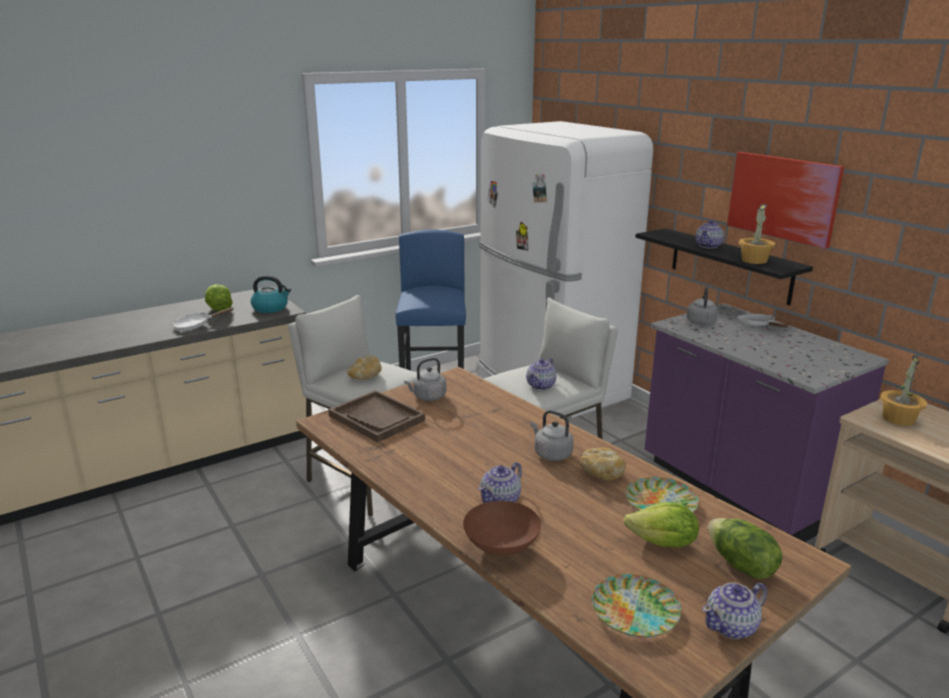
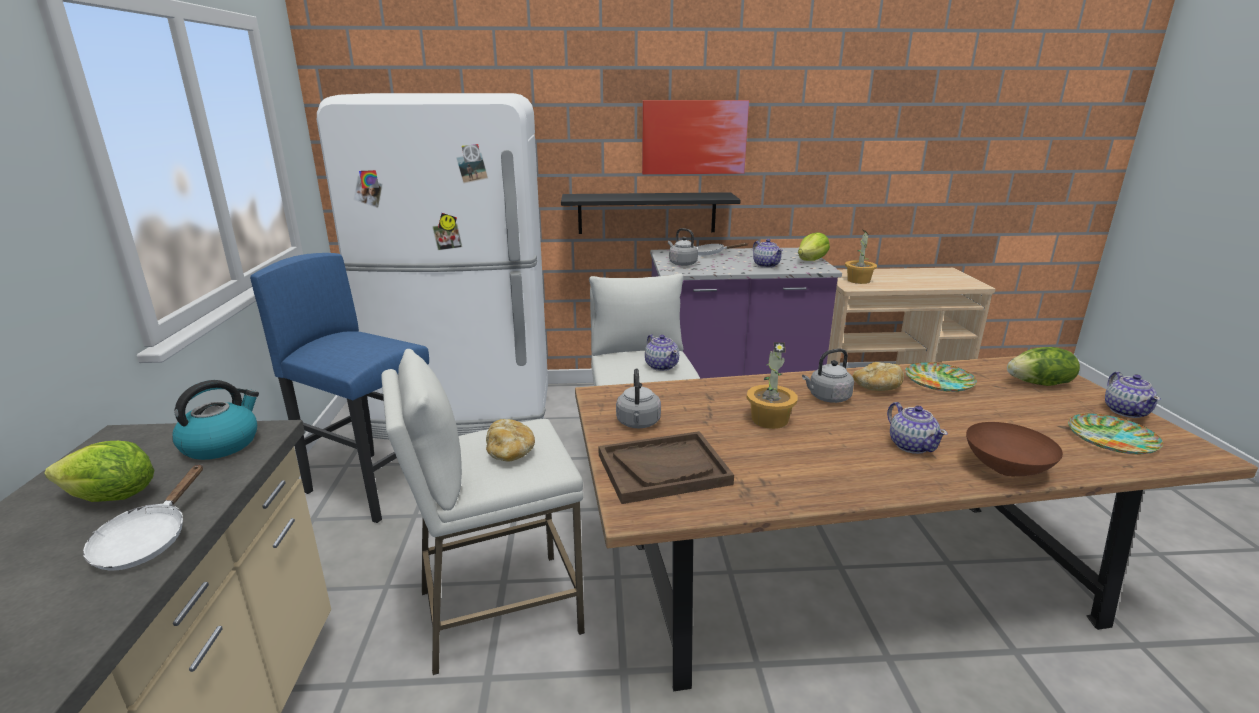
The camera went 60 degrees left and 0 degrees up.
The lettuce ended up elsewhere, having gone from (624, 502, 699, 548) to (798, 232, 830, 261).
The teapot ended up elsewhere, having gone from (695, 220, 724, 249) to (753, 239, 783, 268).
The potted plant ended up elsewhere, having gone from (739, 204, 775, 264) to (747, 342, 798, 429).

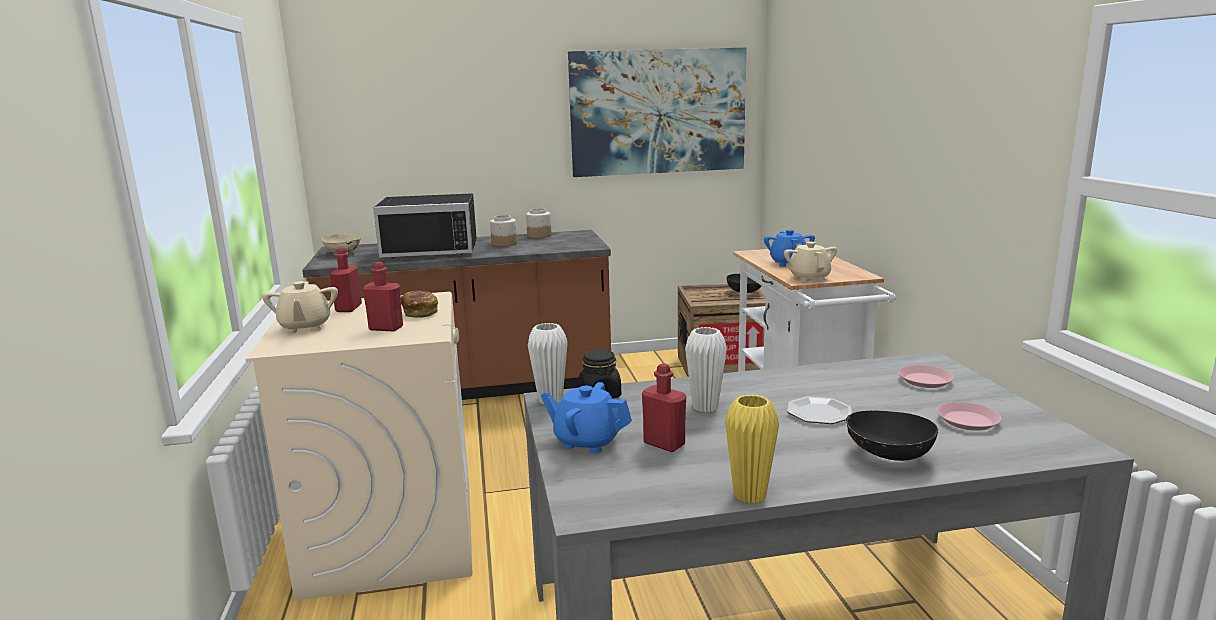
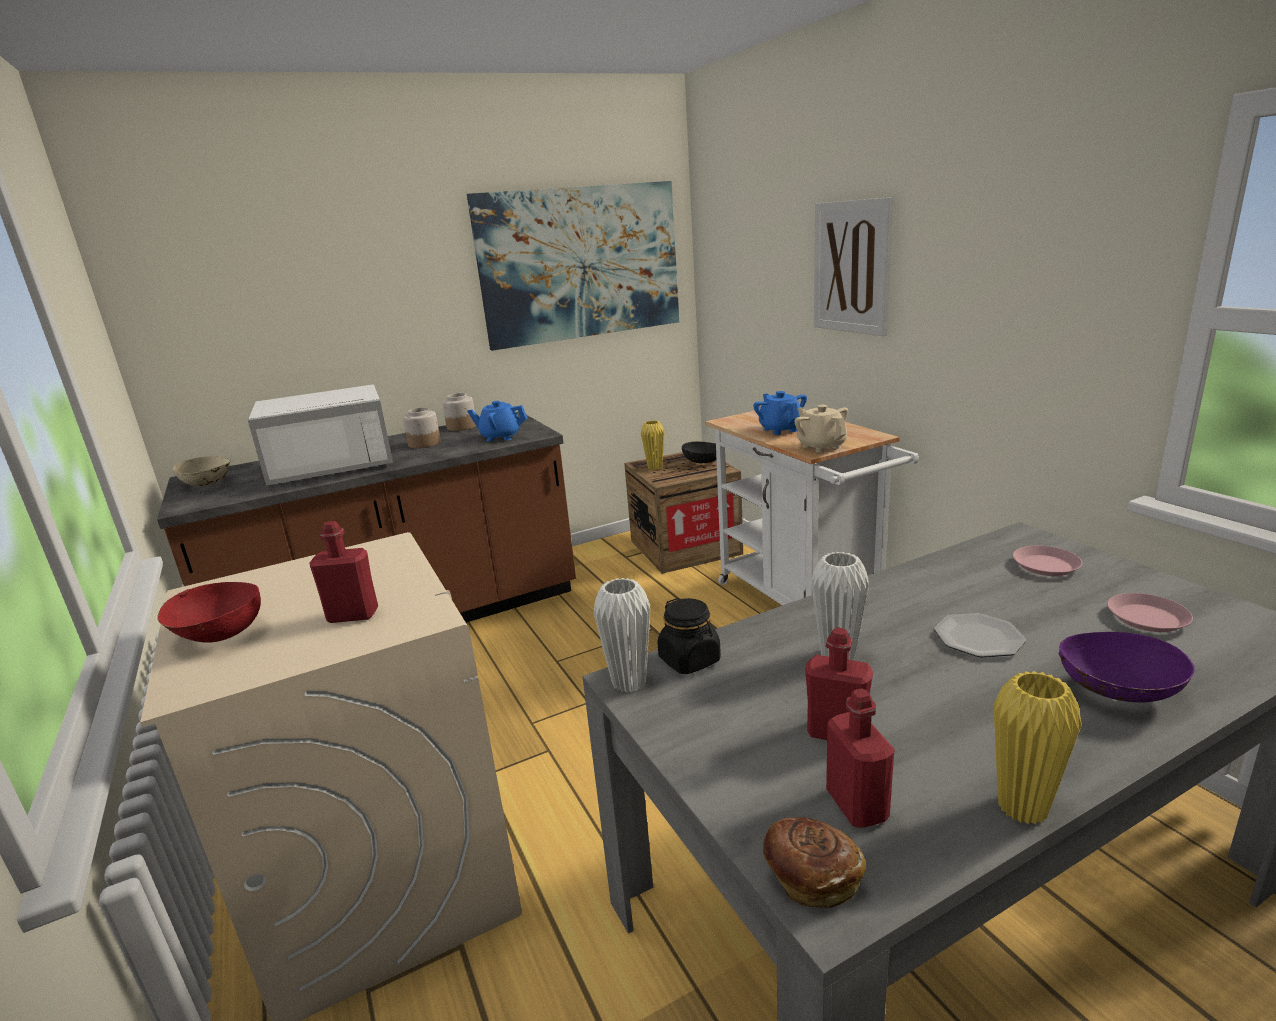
The camera went 15 degrees left and 5 degrees up.
Where the beige teapot stood at (262, 281, 338, 334), the red bowl came to stand at (157, 582, 261, 643).
The red bottle ended up elsewhere, having gone from (330, 247, 362, 312) to (826, 688, 895, 828).
What was the black microwave at (373, 193, 477, 258) turned into the white microwave at (248, 384, 393, 486).
The bread ended up elsewhere, having gone from (401, 291, 438, 318) to (763, 817, 866, 908).
The blue teapot ended up elsewhere, having gone from (541, 382, 632, 453) to (467, 401, 527, 441).
What was the black bowl at (846, 411, 938, 461) turned into the purple bowl at (1059, 632, 1195, 702).
The second view gained the yellow vase at (641, 420, 664, 470).
The second view gained the picture at (814, 197, 893, 336).

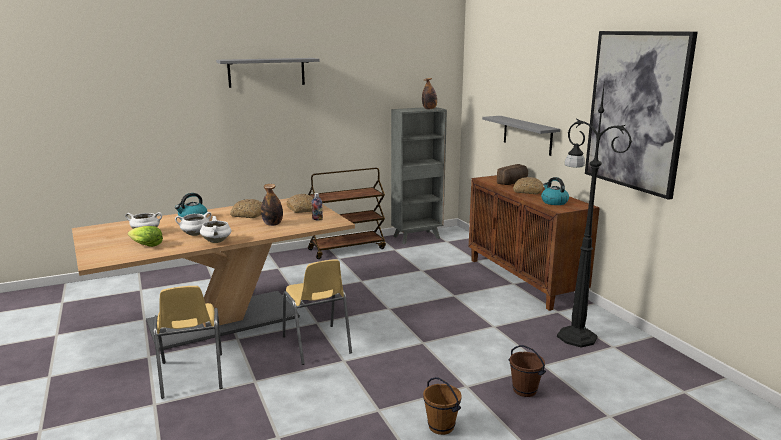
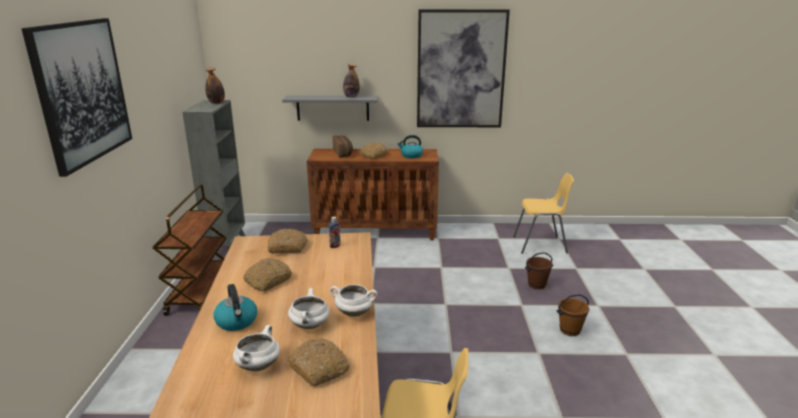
The camera went 65 degrees left and 5 degrees up.
Where the lettuce stood at (128, 226, 163, 247), the bread came to stand at (288, 338, 350, 387).
Where the grey shelf hung at (216, 58, 319, 88), the picture came to hang at (21, 18, 132, 177).
The bottle ended up elsewhere, having gone from (261, 184, 283, 226) to (343, 64, 359, 98).
The yellow chair ended up elsewhere, having gone from (283, 259, 352, 365) to (514, 173, 574, 254).
The second view lost the black floor lamp at (557, 86, 632, 348).

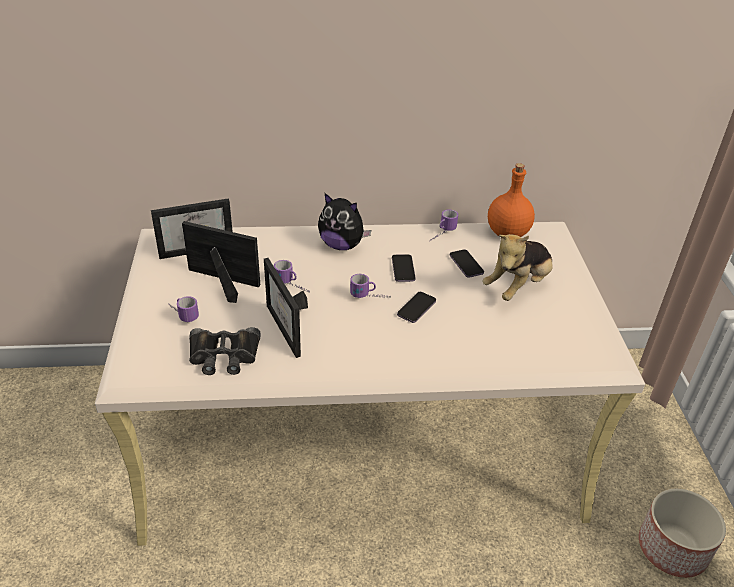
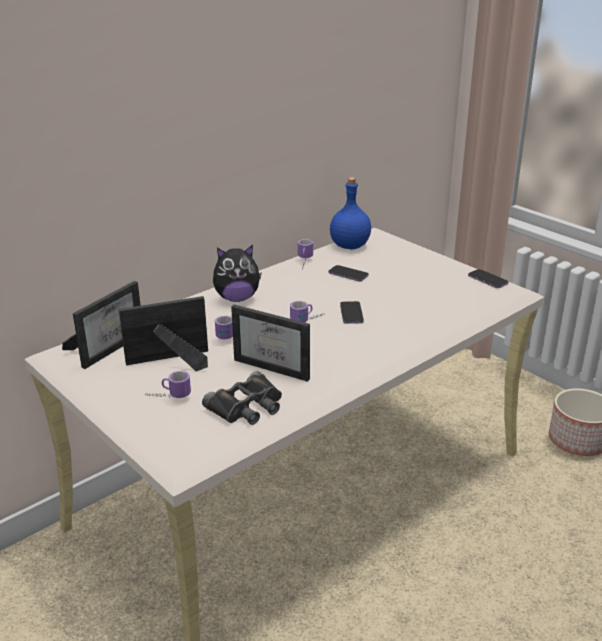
The camera went 35 degrees left and 10 degrees down.
The phone ended up elsewhere, having gone from (392, 255, 416, 282) to (468, 269, 509, 288).
The second view lost the plush toy at (482, 234, 553, 301).
What was the orange bottle at (488, 163, 535, 237) turned into the blue bottle at (330, 177, 371, 249).

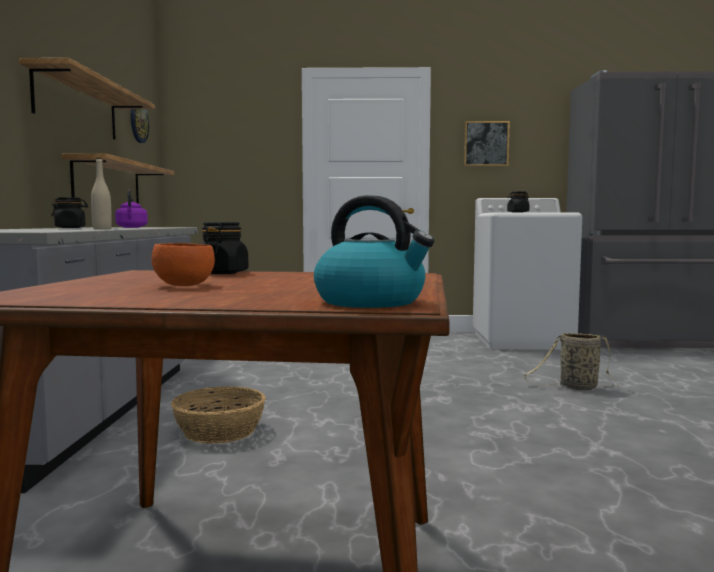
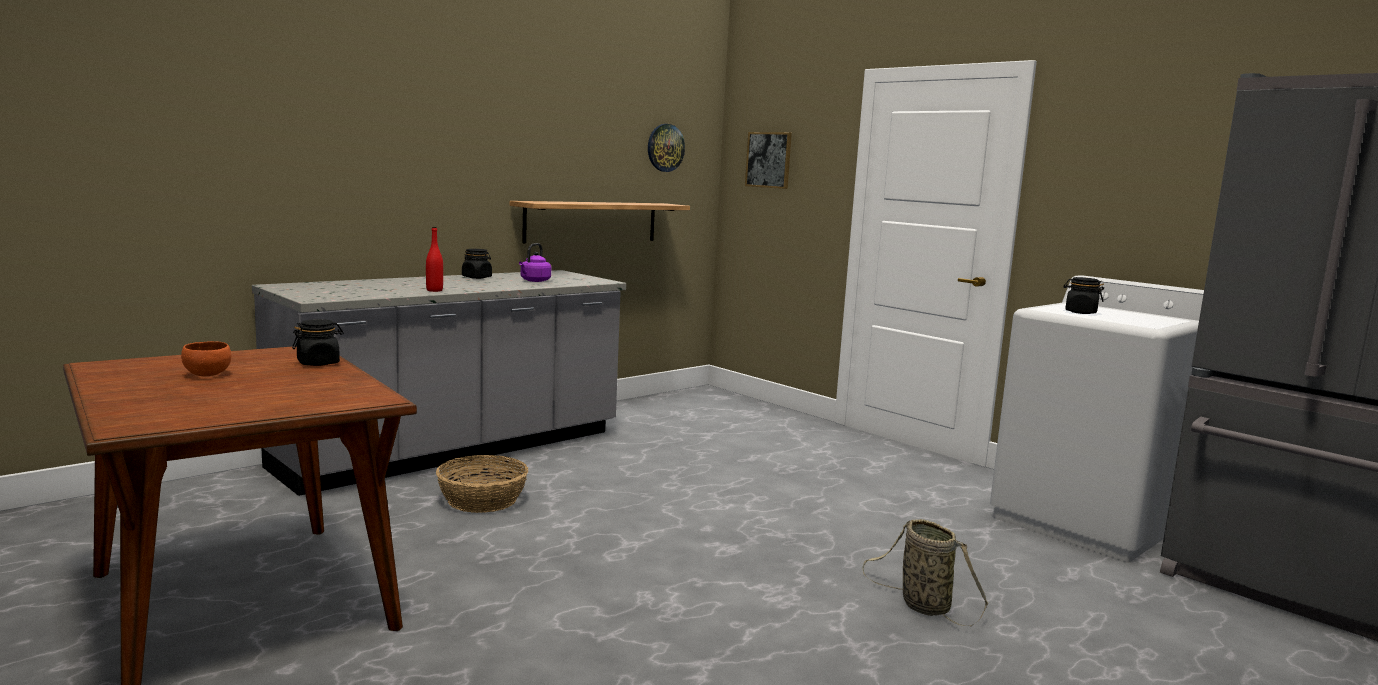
The camera went 45 degrees right and 5 degrees up.
The second view lost the shelf at (19, 58, 155, 140).
What was the beige bottle at (91, 158, 112, 229) turned into the red bottle at (426, 227, 443, 292).
The second view lost the kettle at (314, 195, 434, 308).
The picture ended up elsewhere, having gone from (464, 121, 510, 166) to (745, 132, 792, 189).

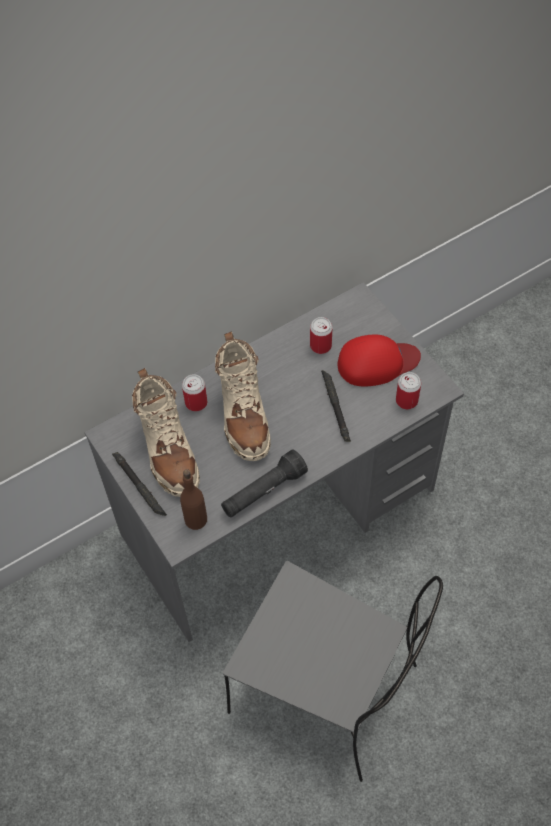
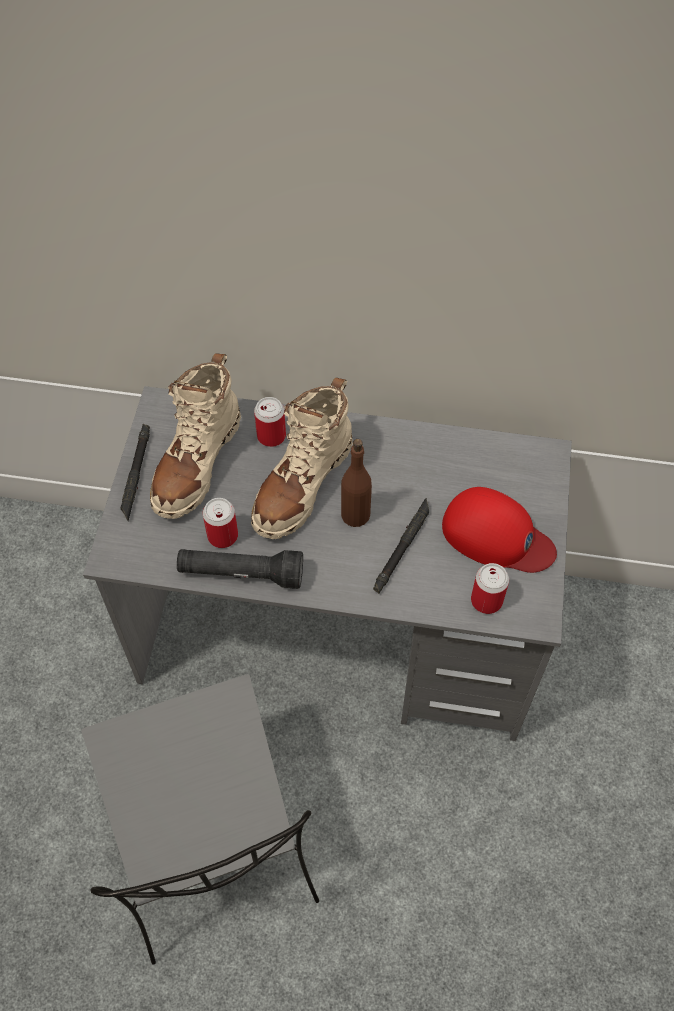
The camera went 40 degrees right and 0 degrees up.
The brown bottle ended up elsewhere, having gone from (180, 469, 207, 530) to (341, 439, 372, 527).
The can ended up elsewhere, having gone from (310, 317, 332, 354) to (203, 498, 238, 548).

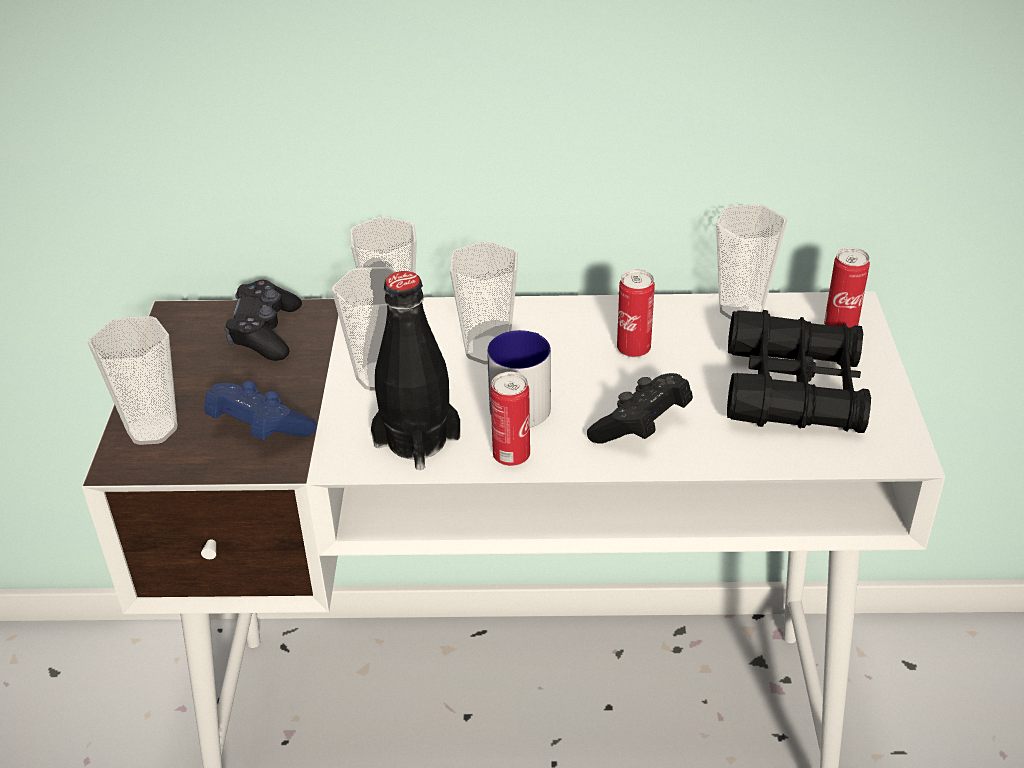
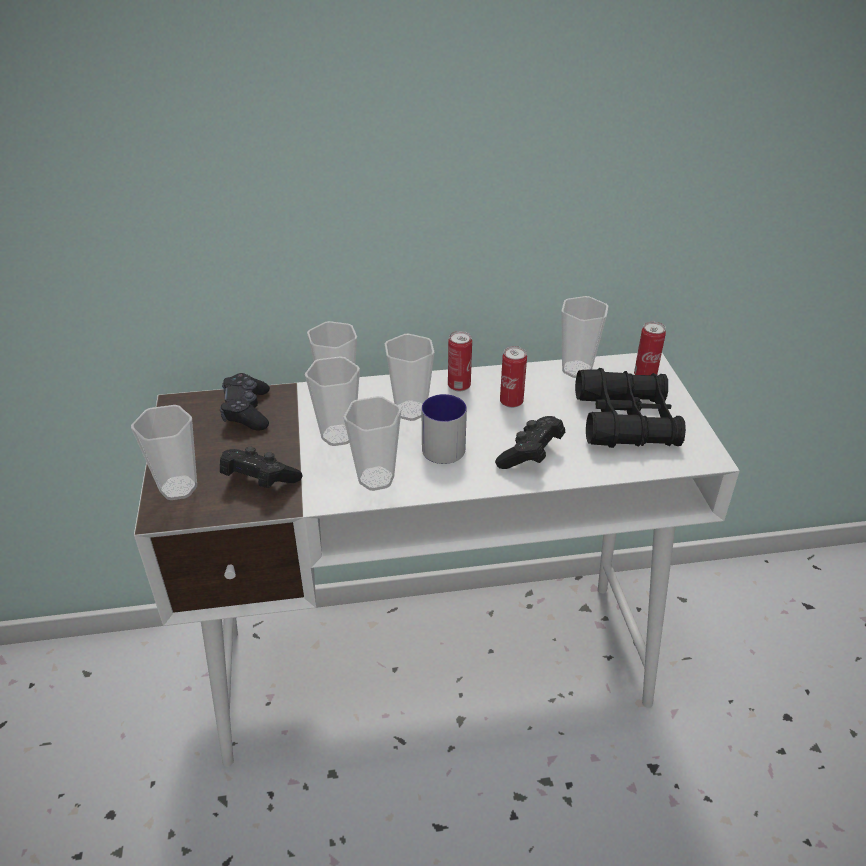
The camera went 10 degrees left and 0 degrees up.
What was the blue game controller at (204, 381, 317, 440) turned into the black game controller at (220, 446, 303, 488).
Where the black bottle stood at (371, 271, 460, 470), the cup came to stand at (344, 396, 401, 491).
The can ended up elsewhere, having gone from (490, 372, 530, 466) to (448, 331, 472, 392).

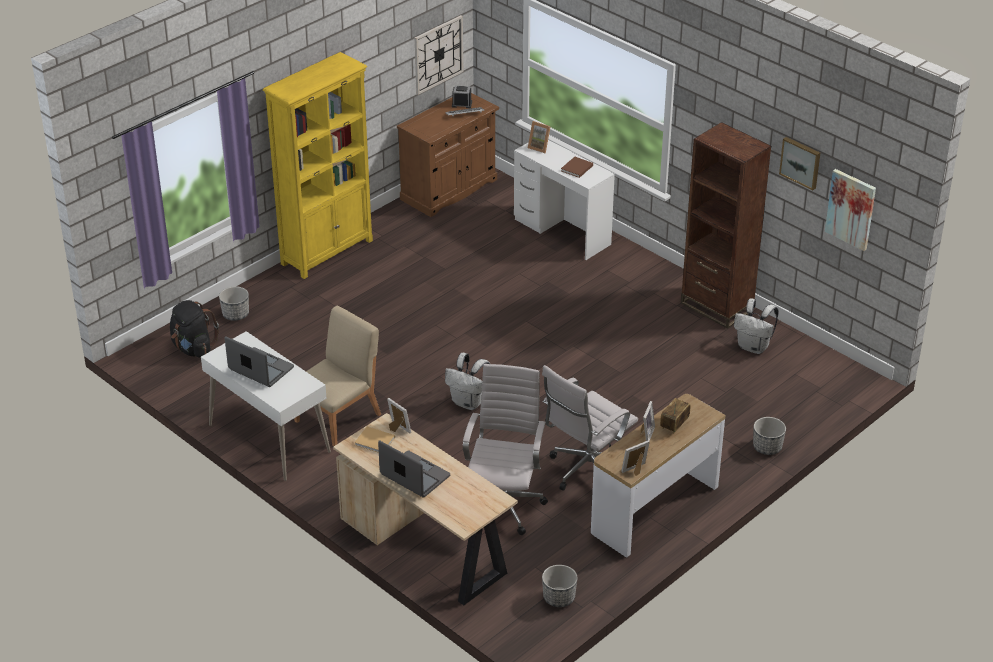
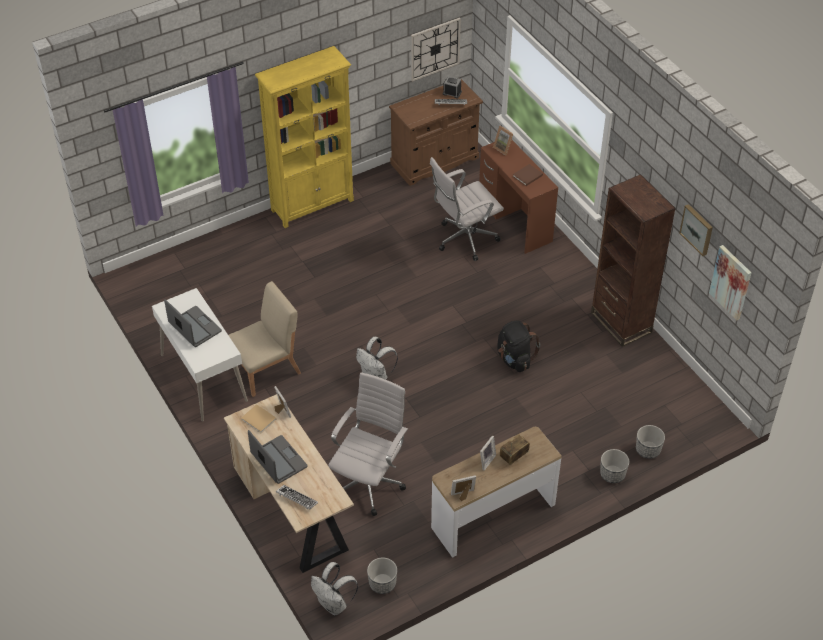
The camera went 15 degrees right and 10 degrees up.
The black backpack ended up elsewhere, having gone from (170, 300, 219, 358) to (497, 321, 540, 372).
The planter ended up elsewhere, having gone from (219, 286, 249, 321) to (636, 425, 665, 459).
What was the white desk at (514, 140, 615, 260) turned into the brown desk at (479, 140, 558, 254).
The white office chair ended up elsewhere, having gone from (542, 365, 638, 491) to (430, 157, 504, 261).
The white backpack ended up elsewhere, having gone from (734, 298, 779, 354) to (311, 562, 358, 615).
The second view gained the keyboard at (276, 485, 318, 509).

